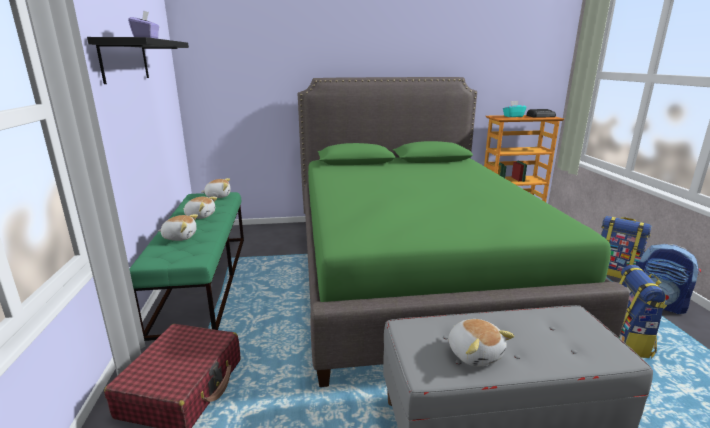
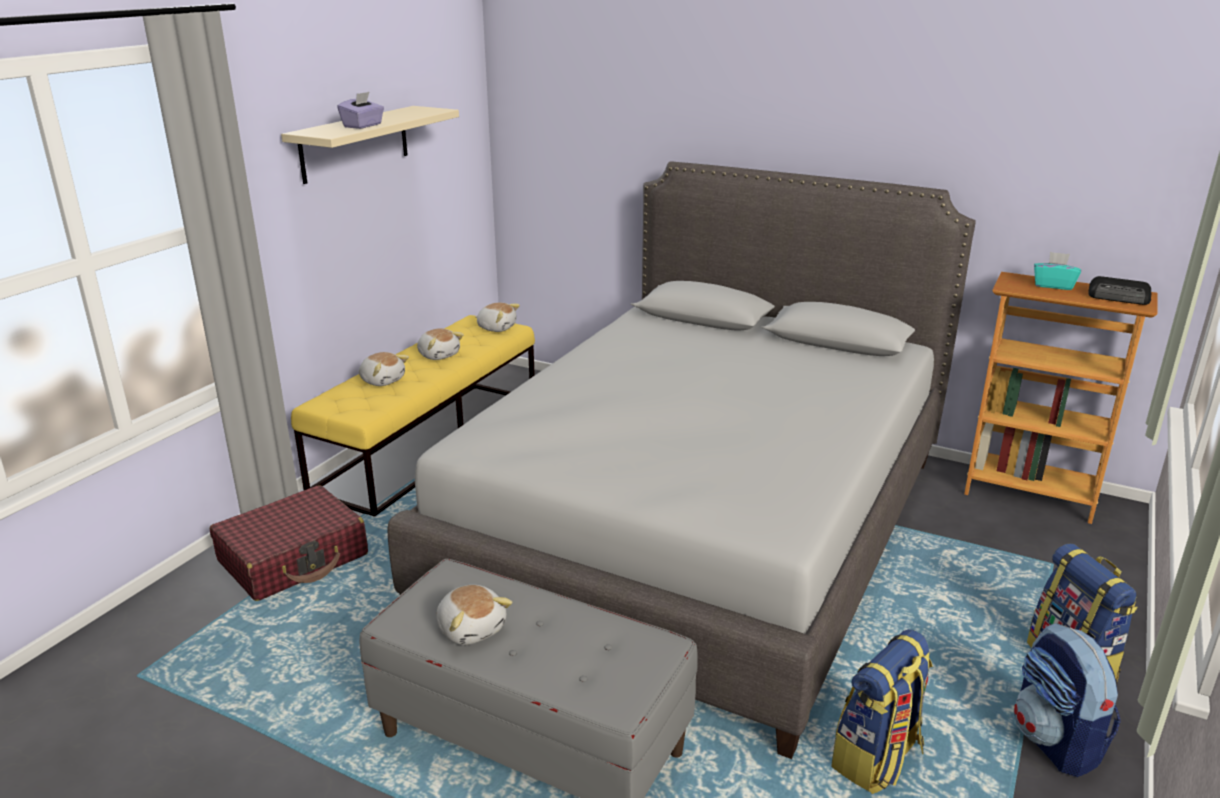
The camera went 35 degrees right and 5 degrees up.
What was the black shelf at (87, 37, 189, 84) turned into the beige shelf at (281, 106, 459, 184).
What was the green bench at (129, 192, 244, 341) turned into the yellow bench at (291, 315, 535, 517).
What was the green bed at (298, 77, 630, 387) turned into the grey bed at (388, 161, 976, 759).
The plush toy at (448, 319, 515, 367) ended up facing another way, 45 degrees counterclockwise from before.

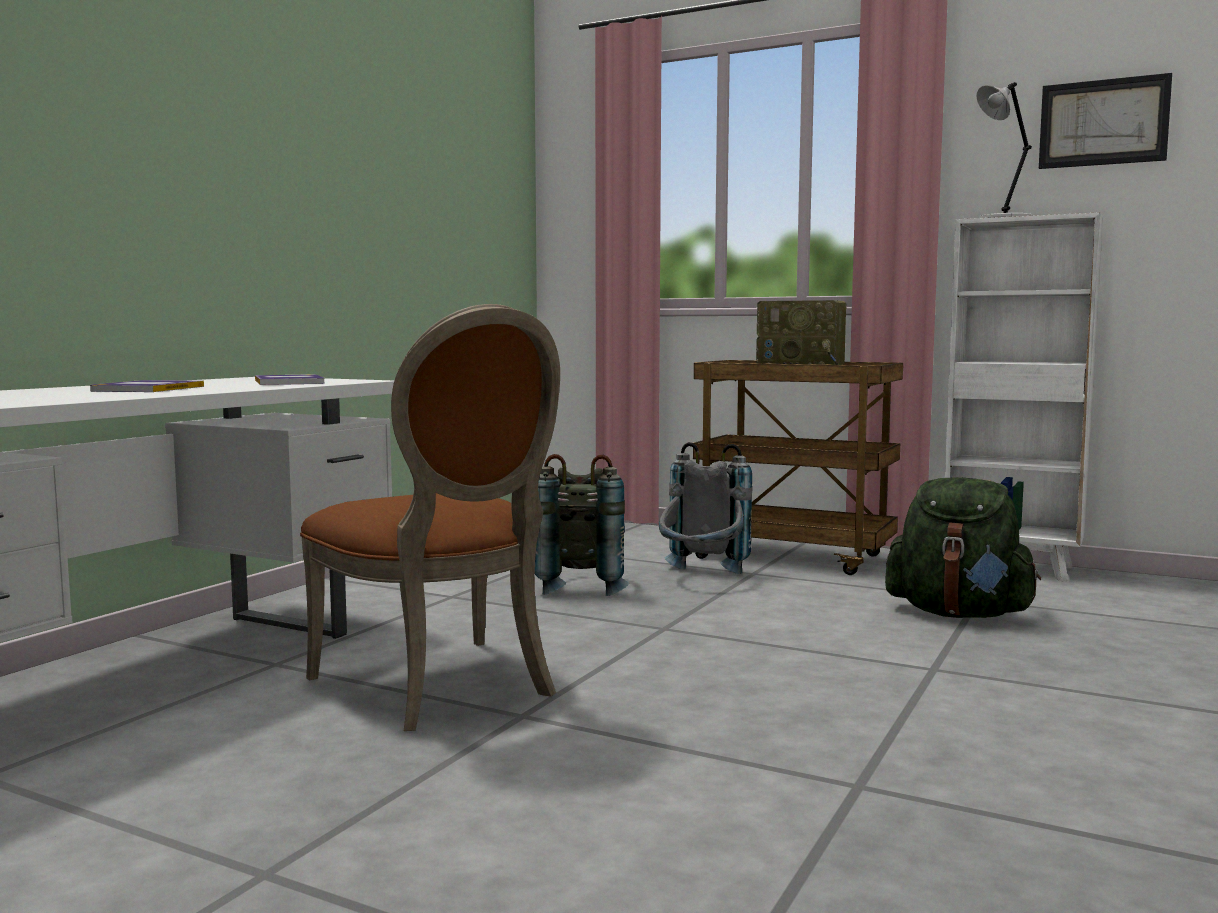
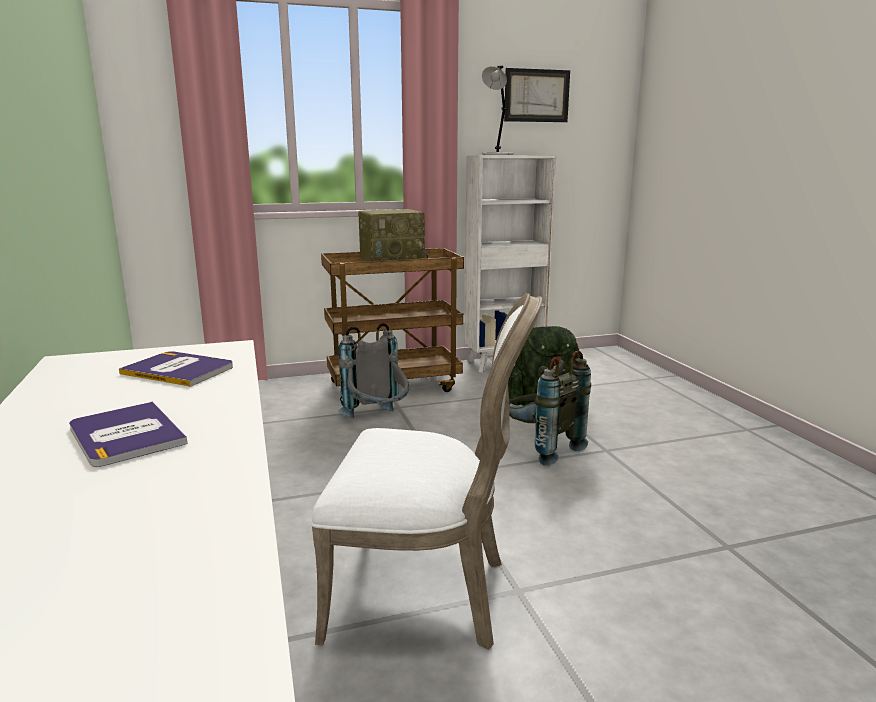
The camera went 45 degrees left and 10 degrees up.
What was the brown chair at (300, 304, 560, 731) turned into the white chair at (311, 293, 542, 650).
The grey backpack ended up elsewhere, having gone from (535, 454, 629, 596) to (509, 351, 591, 466).

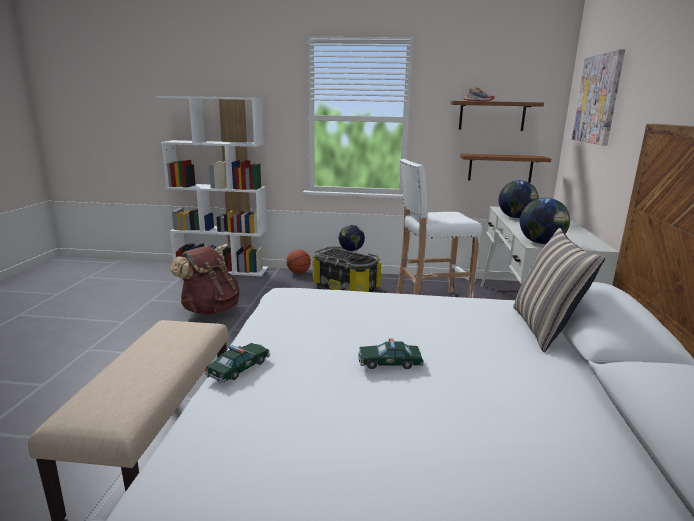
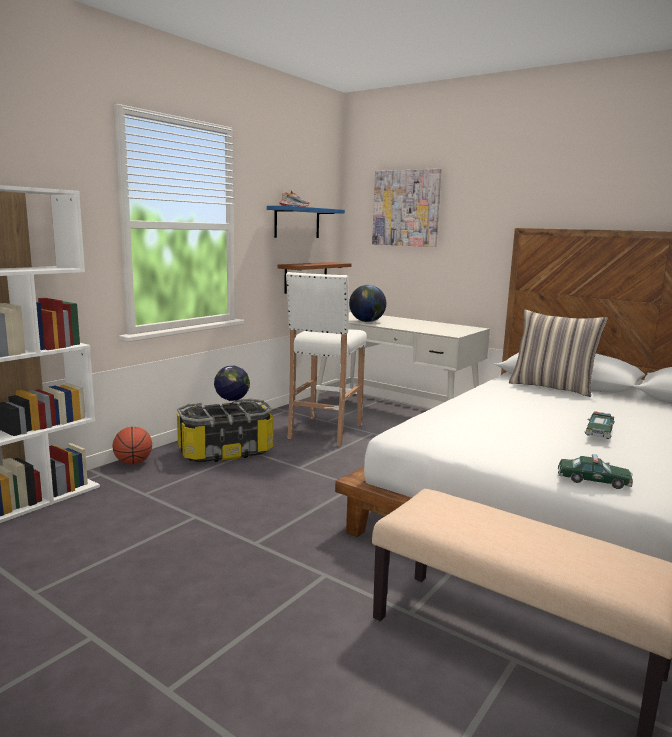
The camera went 60 degrees left and 5 degrees down.
The second view lost the brown backpack at (170, 246, 240, 315).
The toy car at (204, 343, 270, 384) ended up facing another way, 135 degrees clockwise from before.
What was the brown shelf at (451, 101, 544, 131) turned into the blue shelf at (267, 206, 345, 238).
The second view lost the globe at (520, 198, 570, 244).

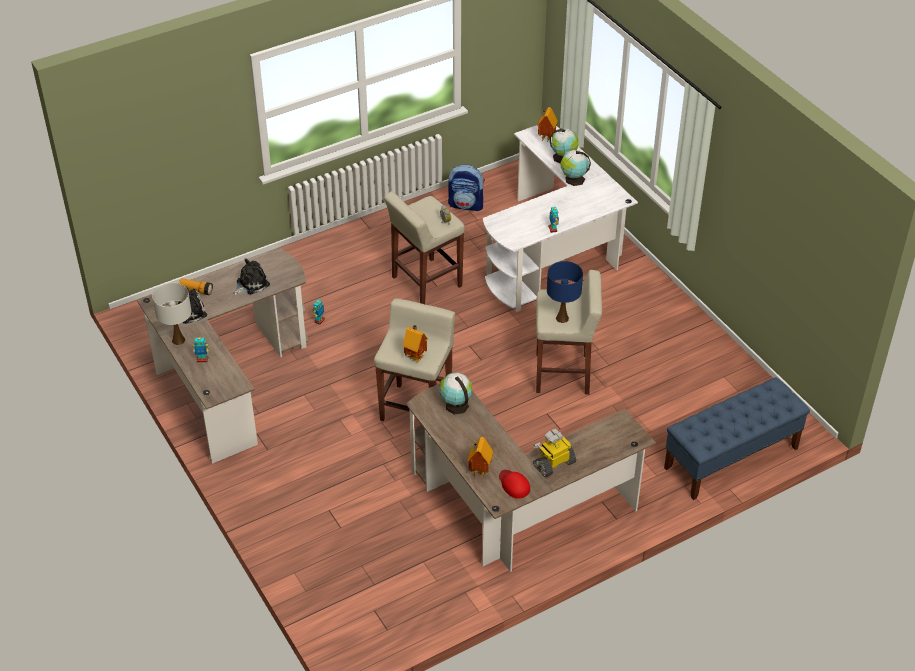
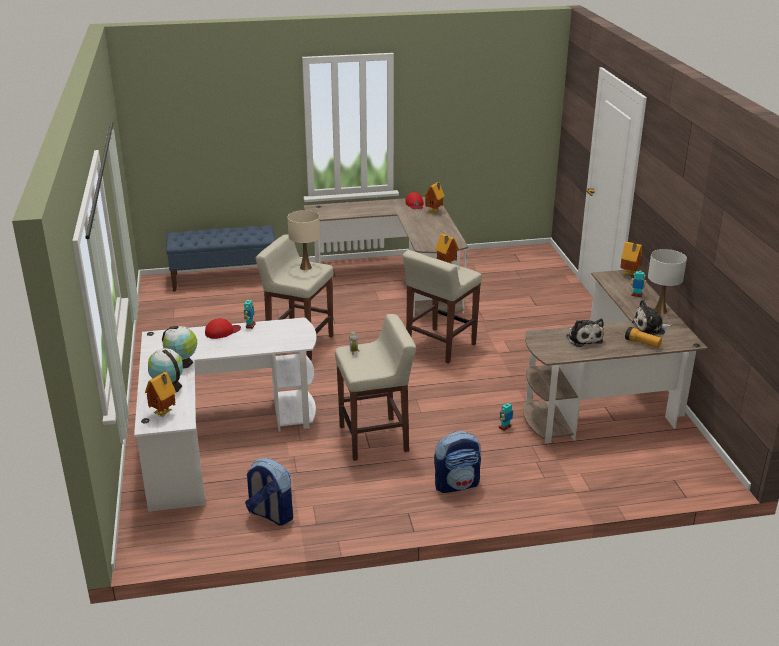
The camera went 160 degrees left and 15 degrees down.
The plush toy at (233, 258, 270, 295) ended up facing another way, 90 degrees counterclockwise from before.
The second view lost the globe at (440, 372, 472, 415).
The second view lost the toy robot at (533, 429, 576, 477).
What was the blue table lamp at (547, 261, 583, 323) turned into the beige table lamp at (287, 210, 320, 270).
The second view gained the red cap at (205, 318, 241, 339).
The second view gained the backpack at (434, 431, 481, 493).
The second view gained the toy house at (620, 241, 642, 275).

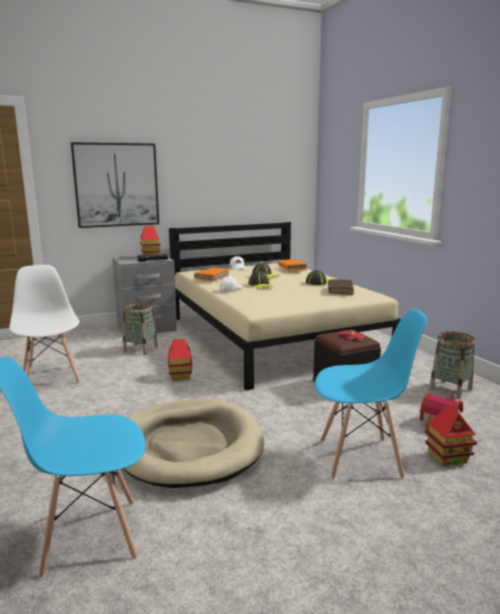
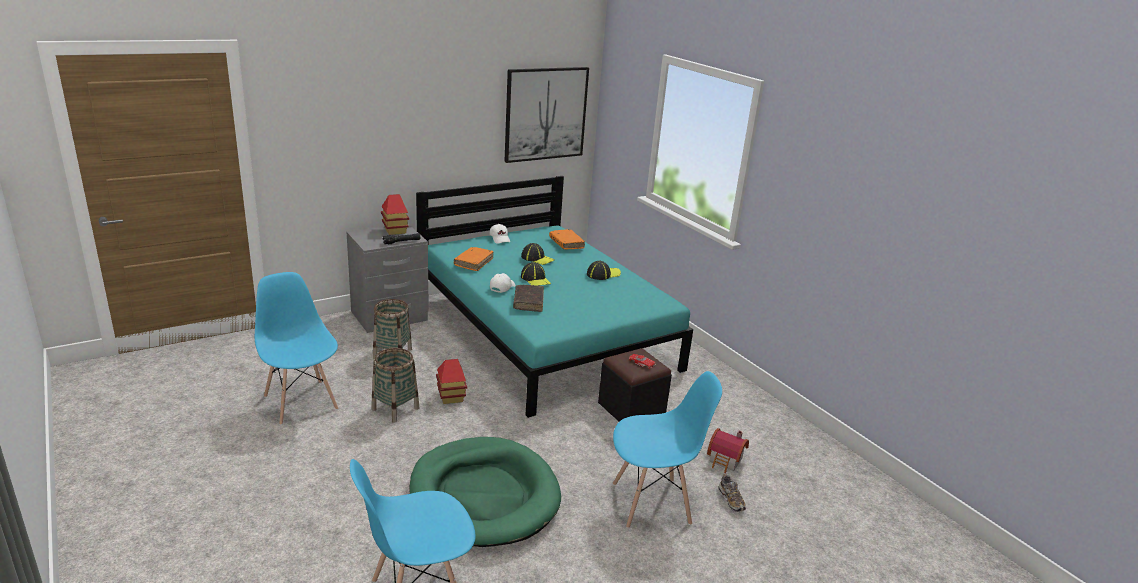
The camera went 10 degrees left and 10 degrees up.
What was the white chair at (9, 265, 80, 383) turned into the blue chair at (255, 272, 338, 425).
The picture ended up elsewhere, having gone from (71, 142, 159, 228) to (504, 67, 589, 163).
What was the beige dog bed at (123, 399, 264, 488) turned into the green dog bed at (409, 437, 561, 547).
What was the beige bed at (169, 222, 401, 391) turned into the turquoise bed at (416, 176, 693, 418).
The brown book ended up elsewhere, having gone from (328, 279, 354, 295) to (513, 285, 544, 312).
Where the toy house stood at (425, 405, 477, 466), the shoe came to stand at (718, 474, 746, 512).
The basket ended up elsewhere, having gone from (429, 332, 475, 399) to (371, 348, 419, 423).

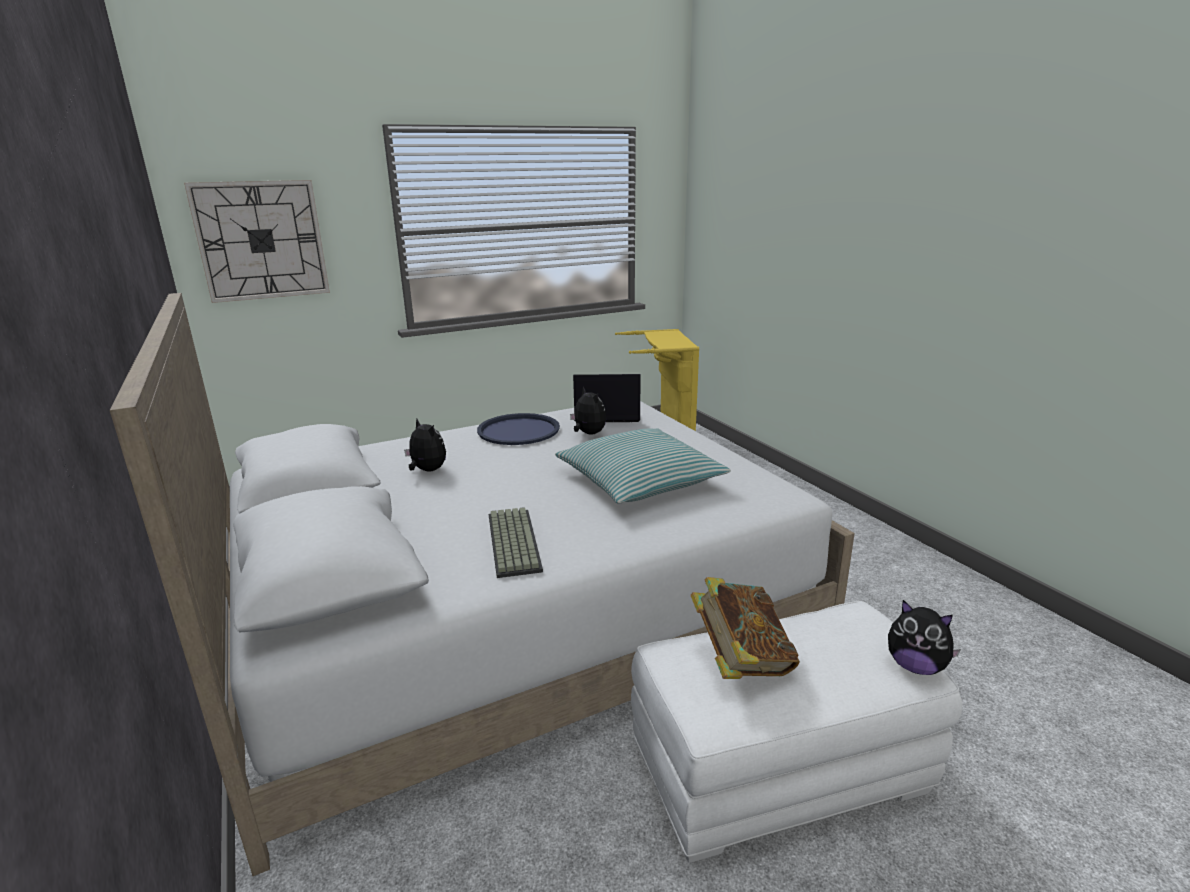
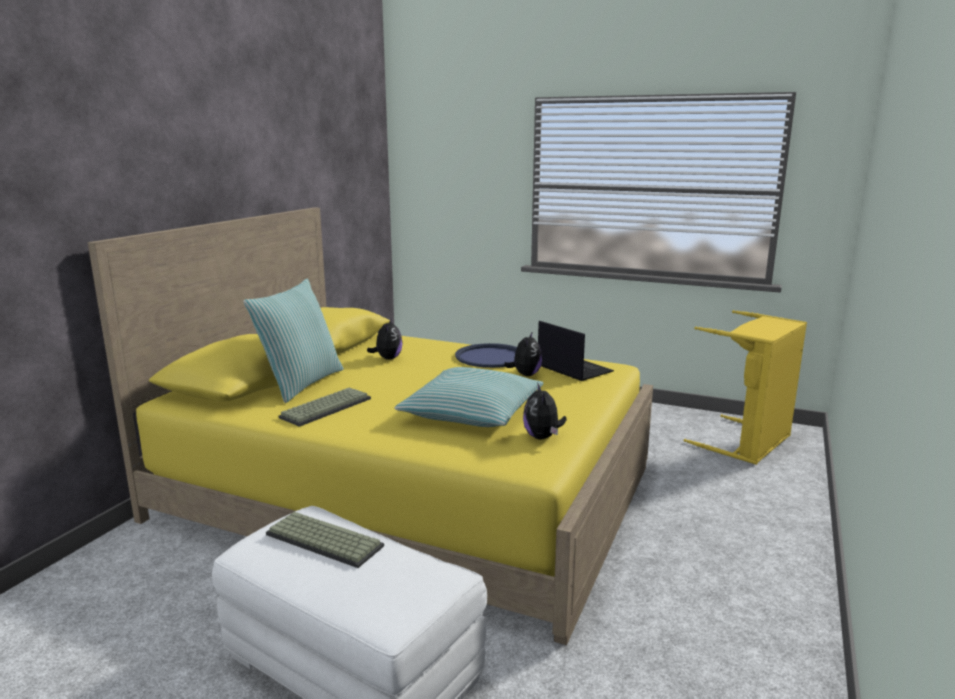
The camera went 50 degrees right and 5 degrees down.
What was the white bed at (110, 293, 855, 876) turned into the yellow bed at (87, 207, 653, 645).
The second view lost the wall clock at (184, 180, 330, 303).
Where the book stood at (690, 577, 800, 679), the keyboard came to stand at (266, 512, 384, 568).
The plush toy ended up elsewhere, having gone from (888, 600, 961, 675) to (523, 382, 567, 440).
The second view gained the pillow at (243, 279, 344, 403).

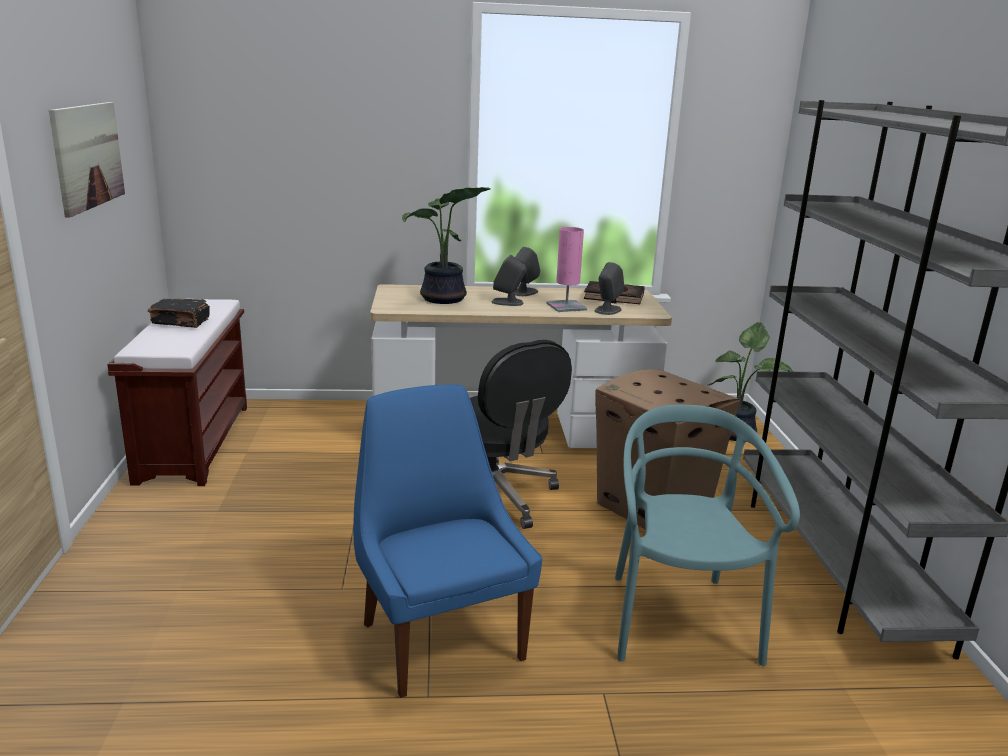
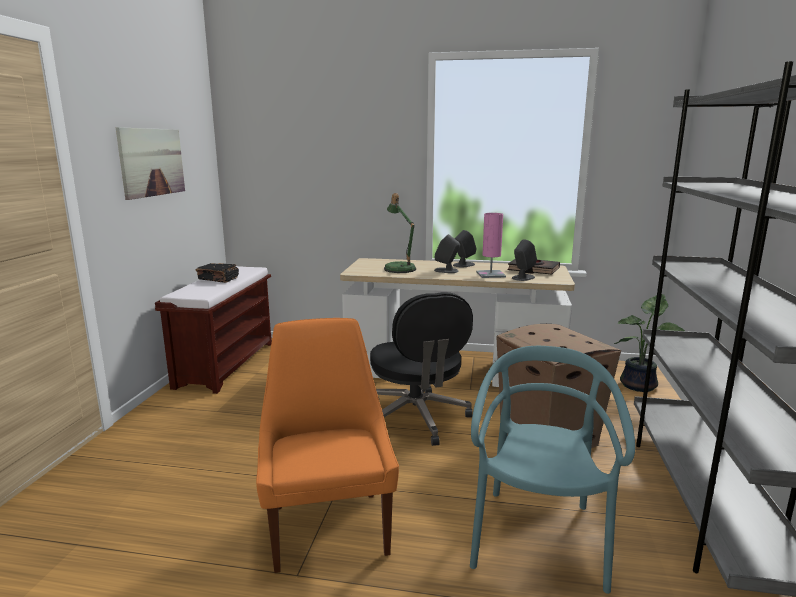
The camera went 15 degrees right and 5 degrees down.
What was the blue chair at (353, 384, 542, 698) turned into the orange chair at (256, 318, 399, 573).
Where the potted plant stood at (402, 187, 490, 304), the table lamp came to stand at (384, 193, 416, 273).

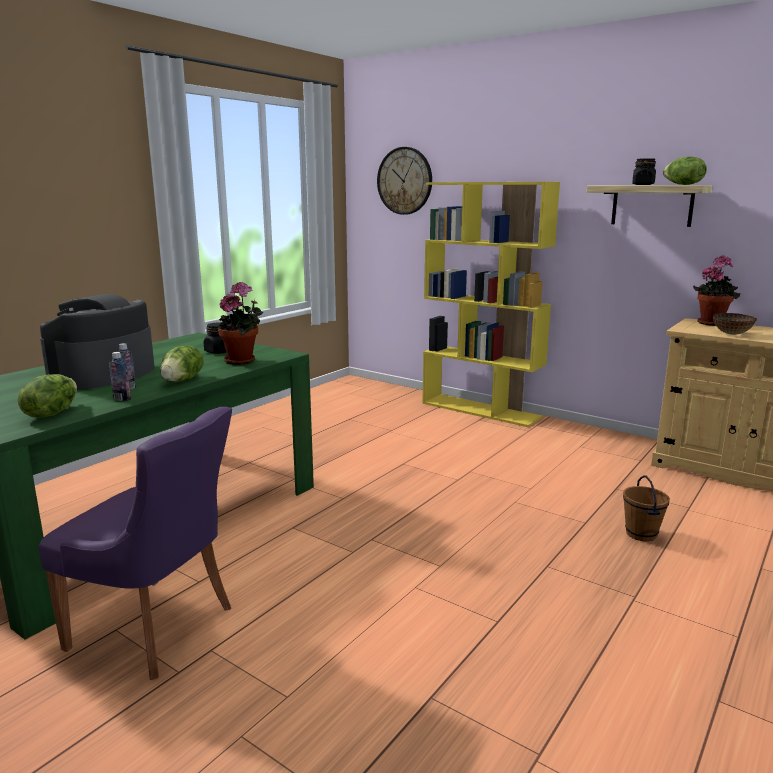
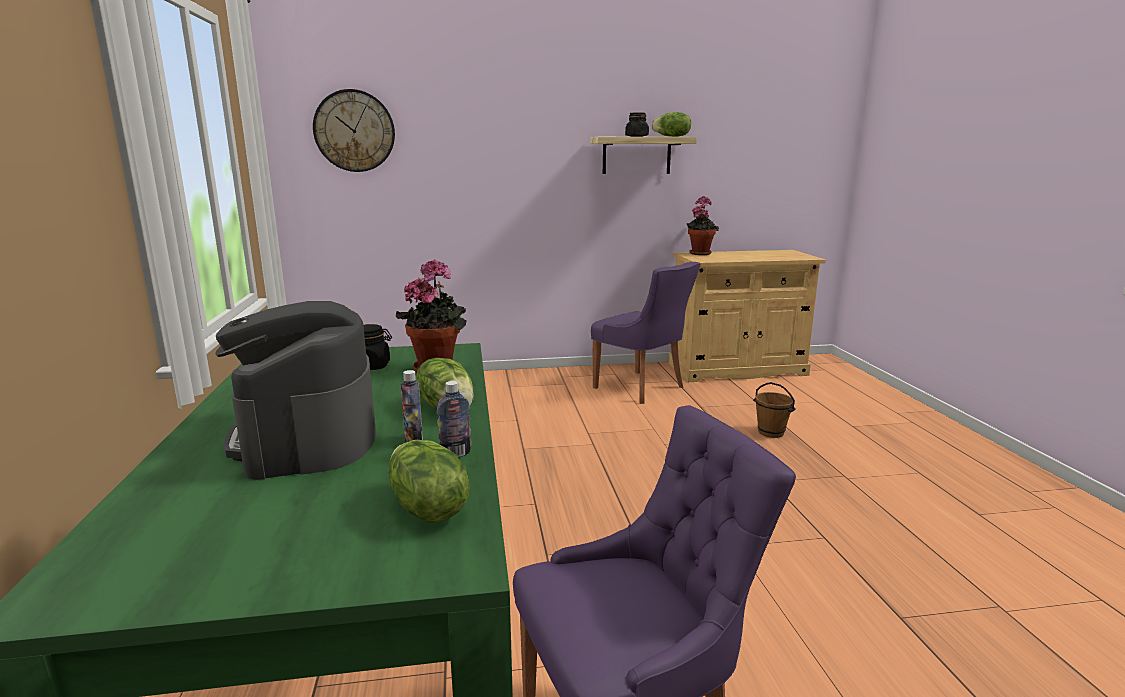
The camera went 45 degrees left and 0 degrees up.
The second view lost the yellow bookcase at (422, 182, 560, 427).
The second view lost the bowl at (713, 313, 757, 335).
The second view gained the purple chair at (591, 262, 700, 404).

